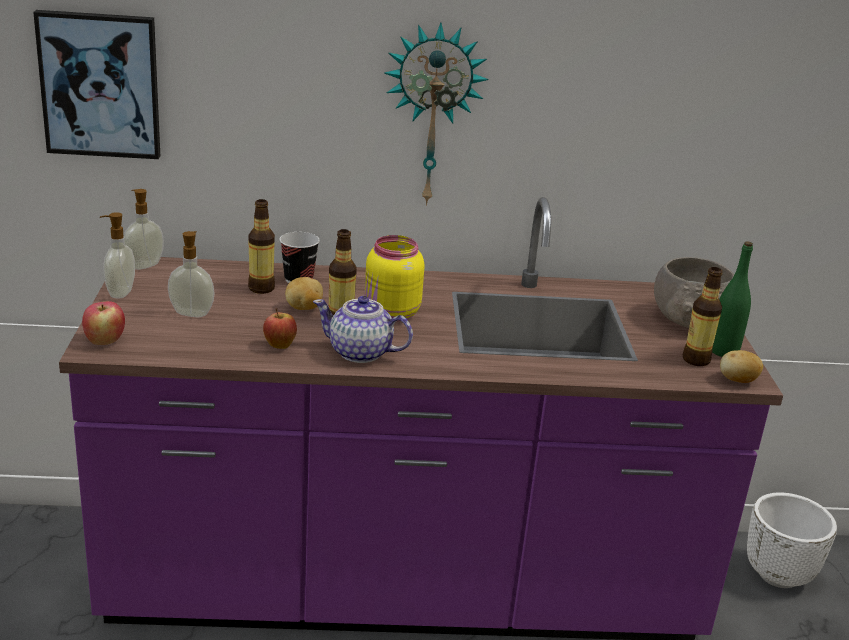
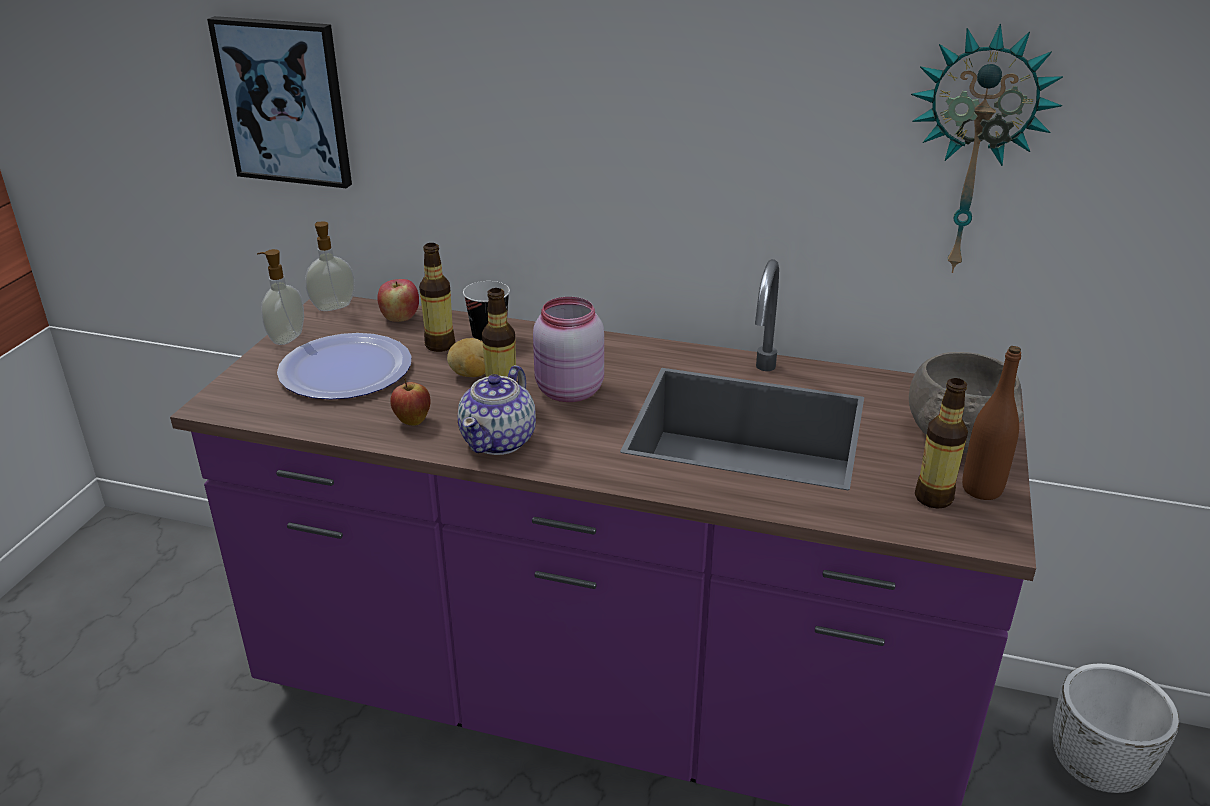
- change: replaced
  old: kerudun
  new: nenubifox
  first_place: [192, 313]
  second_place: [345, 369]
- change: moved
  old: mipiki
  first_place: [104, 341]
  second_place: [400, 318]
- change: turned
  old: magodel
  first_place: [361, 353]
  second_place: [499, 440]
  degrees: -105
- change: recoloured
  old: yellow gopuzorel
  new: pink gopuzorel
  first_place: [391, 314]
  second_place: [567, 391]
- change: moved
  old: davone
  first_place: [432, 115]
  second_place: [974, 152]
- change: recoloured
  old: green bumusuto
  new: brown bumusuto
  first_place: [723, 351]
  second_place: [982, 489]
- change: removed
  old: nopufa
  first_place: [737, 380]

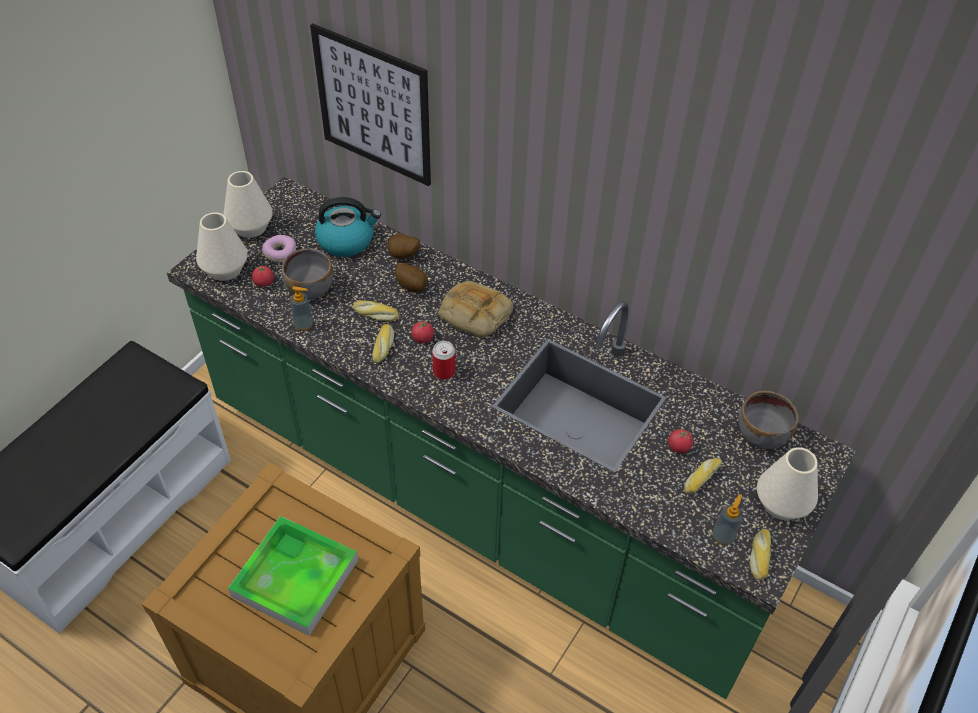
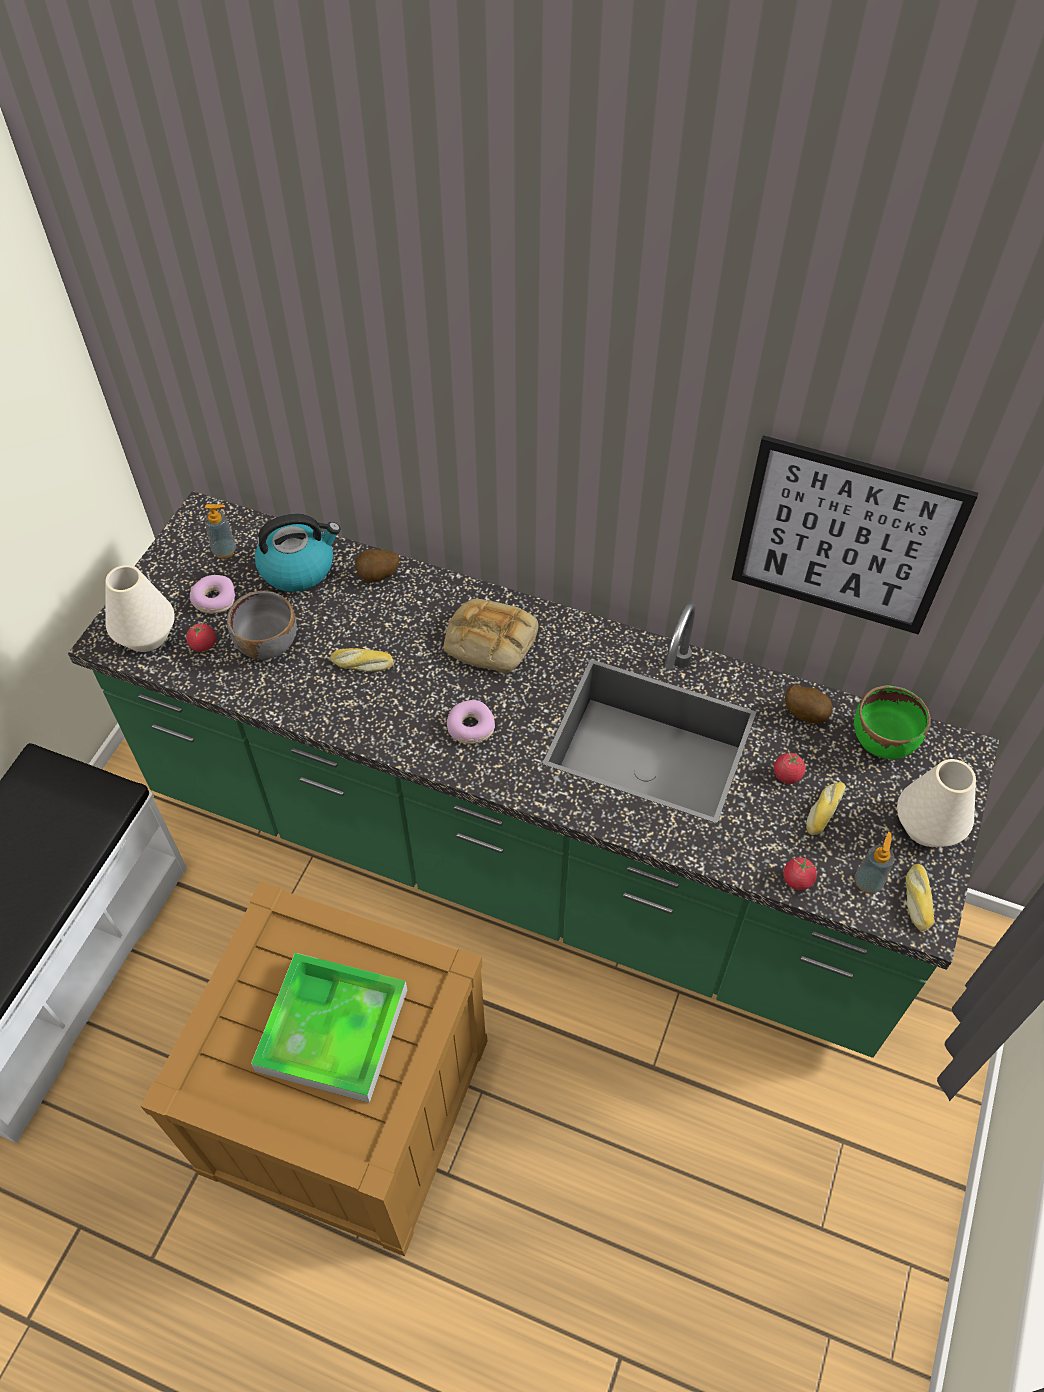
- change: moved
  old: kerudun
  first_place: [303, 325]
  second_place: [224, 551]
- change: replaced
  old: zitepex
  new: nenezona
  first_place: [444, 371]
  second_place: [470, 727]
- change: moved
  old: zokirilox
  first_place: [373, 106]
  second_place: [845, 537]
- change: moved
  old: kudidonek
  first_place: [422, 338]
  second_place: [797, 879]
- change: moved
  old: nopufa
  first_place: [412, 286]
  second_place: [805, 713]
- change: recoloured
  old: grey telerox
  new: green telerox
  first_place: [761, 435]
  second_place: [883, 741]
- change: removed
  old: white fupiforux
  first_place: [250, 227]
- change: removed
  old: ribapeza
  first_place: [384, 347]

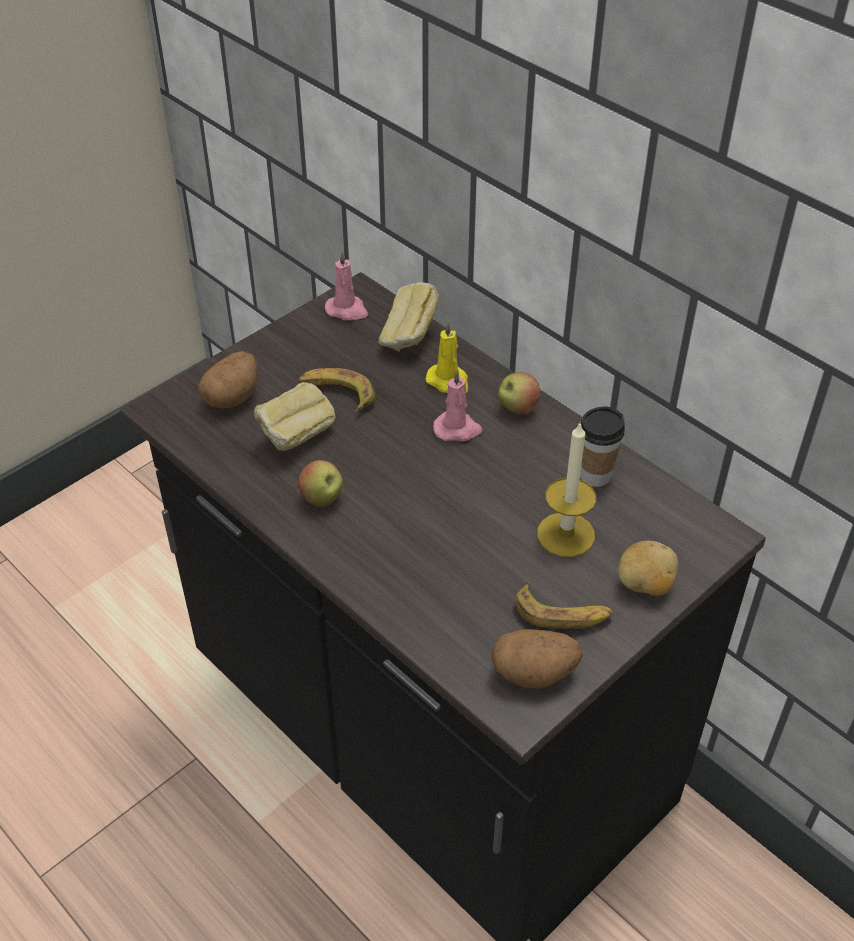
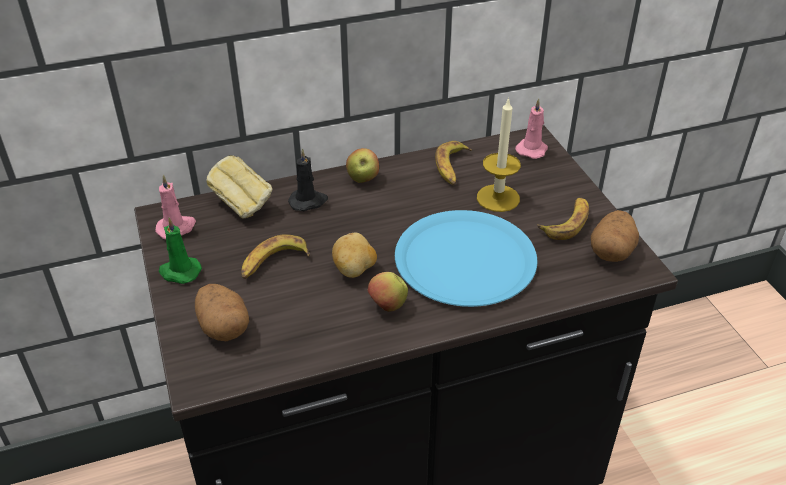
- change: added
  new: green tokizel
  second_place: [179, 272]
- change: recoloured
  old: yellow tokizel
  new: black tokizel
  first_place: [448, 381]
  second_place: [308, 201]
- change: moved
  old: nopufa
  first_place: [645, 585]
  second_place: [354, 270]
- change: added
  new: blue nenubifox
  second_place: [465, 260]
- change: replaced
  old: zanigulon
  new: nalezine
  first_place: [595, 475]
  second_place: [452, 168]
- change: moved
  old: pink tokizel
  first_place: [458, 429]
  second_place: [532, 149]
- change: removed
  old: ribapeza
  first_place: [296, 437]

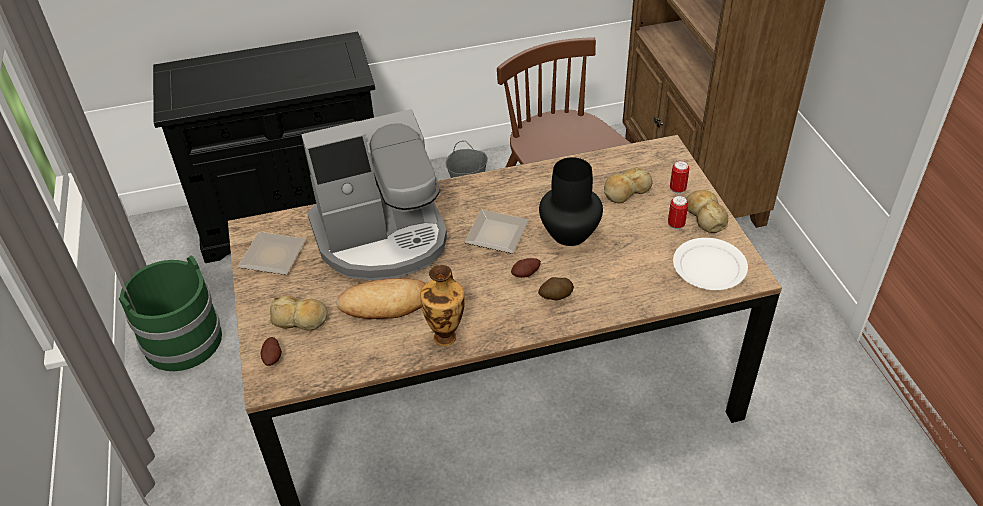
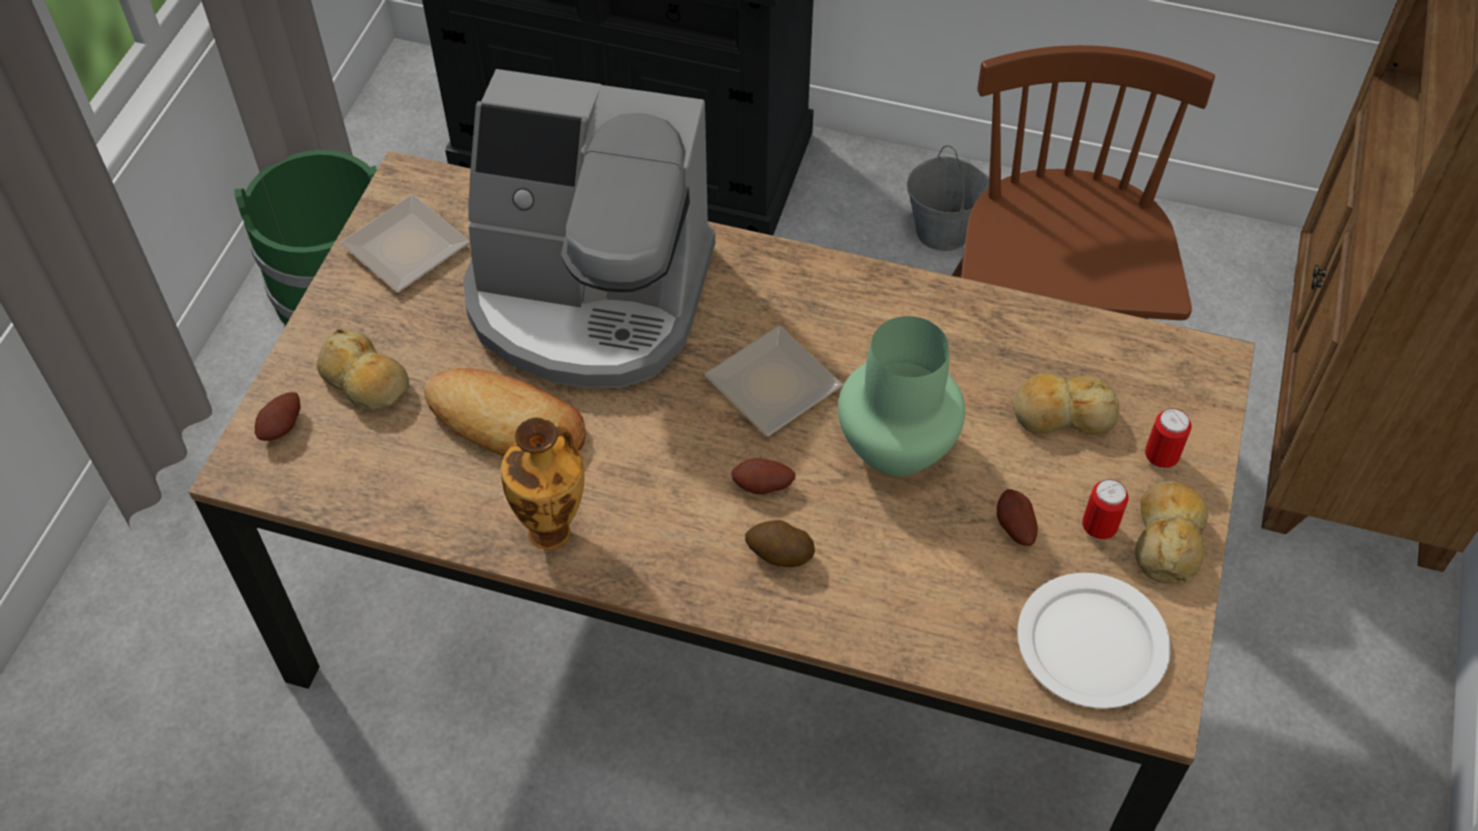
- change: recoloured
  old: black fupiforux
  new: green fupiforux
  first_place: [570, 233]
  second_place: [898, 447]
- change: added
  new: nopufa
  second_place: [1014, 527]

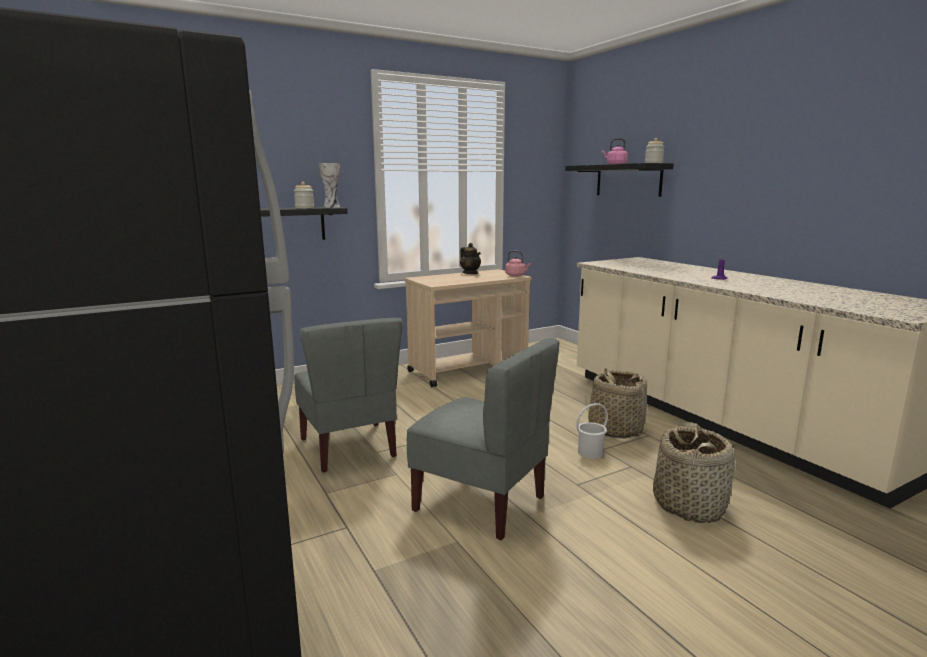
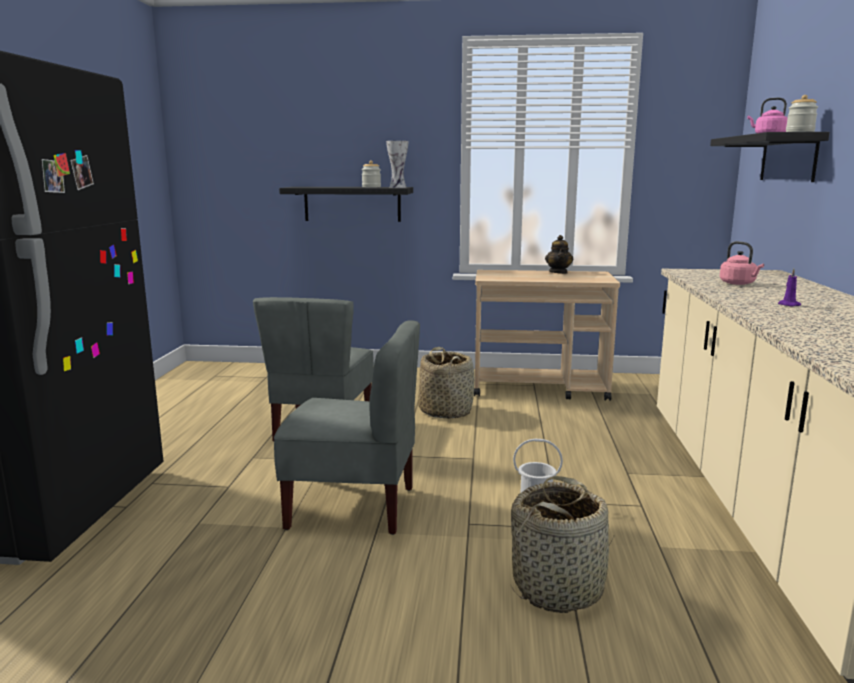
- change: turned
  old: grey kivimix
  first_place: [481, 503]
  second_place: [353, 507]
  degrees: -60
- change: moved
  old: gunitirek
  first_place: [615, 429]
  second_place: [445, 411]
- change: moved
  old: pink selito
  first_place: [516, 275]
  second_place: [739, 283]

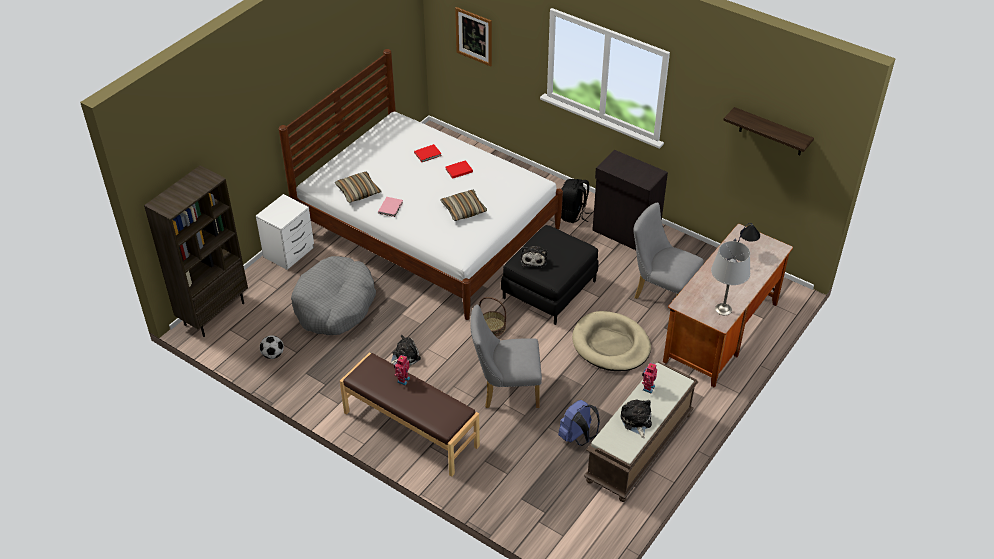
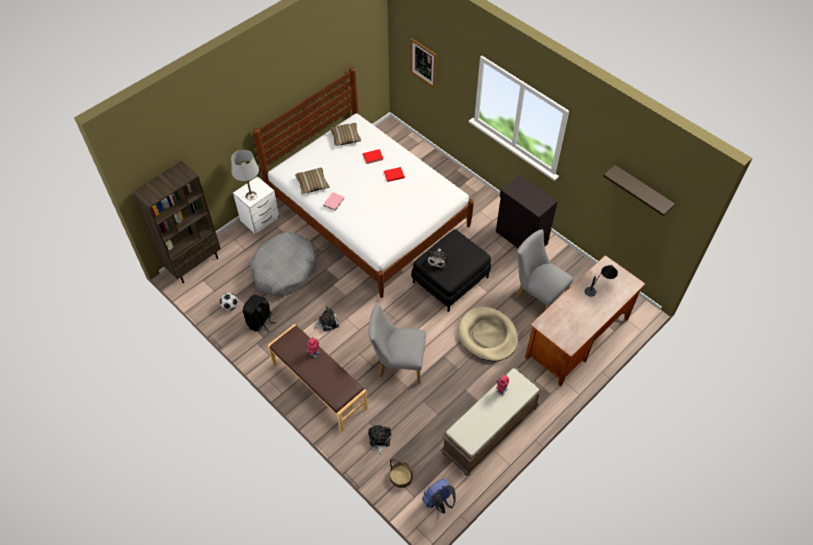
- change: moved
  old: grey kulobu
  first_place: [723, 309]
  second_place: [251, 196]
- change: moved
  old: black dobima
  first_place: [573, 215]
  second_place: [260, 322]
- change: moved
  old: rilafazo
  first_place: [463, 210]
  second_place: [345, 137]
- change: moved
  old: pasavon
  first_place: [636, 421]
  second_place: [379, 439]
- change: moved
  old: gunitirek
  first_place: [492, 327]
  second_place: [401, 476]
- change: moved
  old: blue dobima
  first_place: [577, 437]
  second_place: [439, 502]

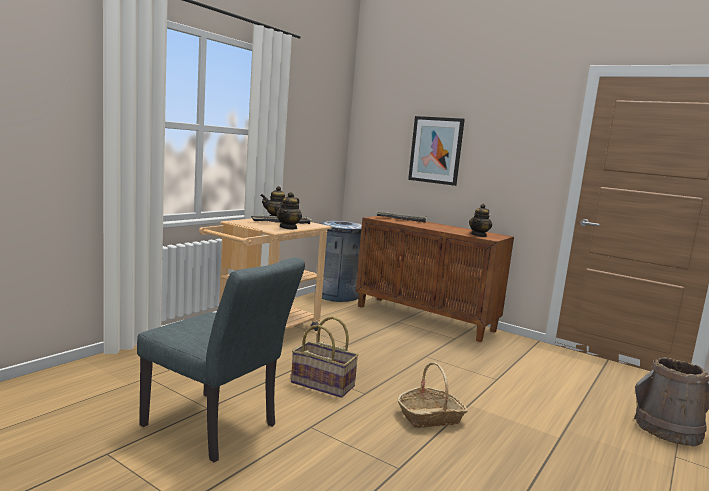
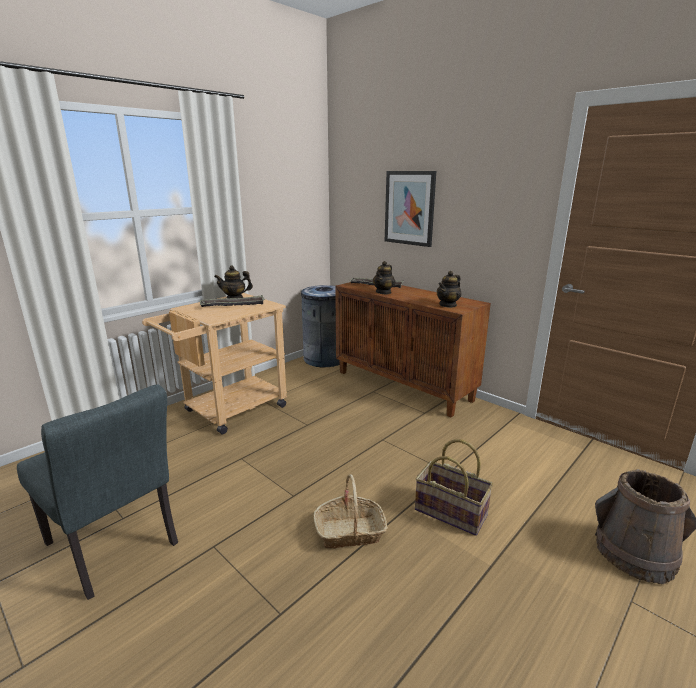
- change: moved
  old: magodel
  first_place: [288, 228]
  second_place: [383, 292]
- change: moved
  old: gunitirek
  first_place: [323, 384]
  second_place: [451, 512]

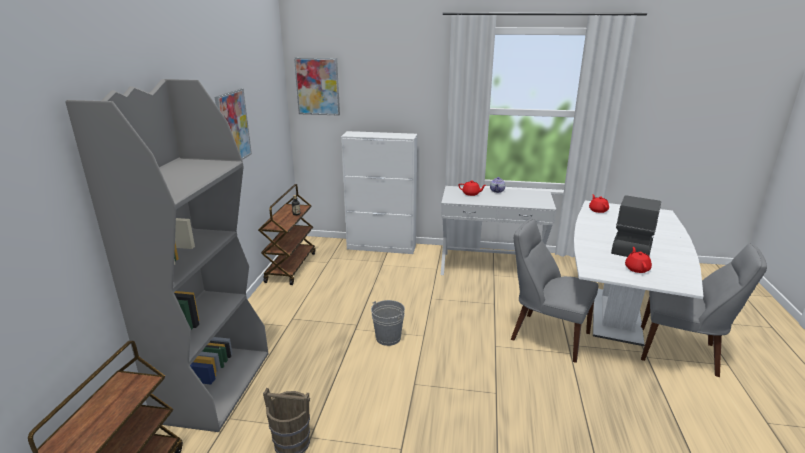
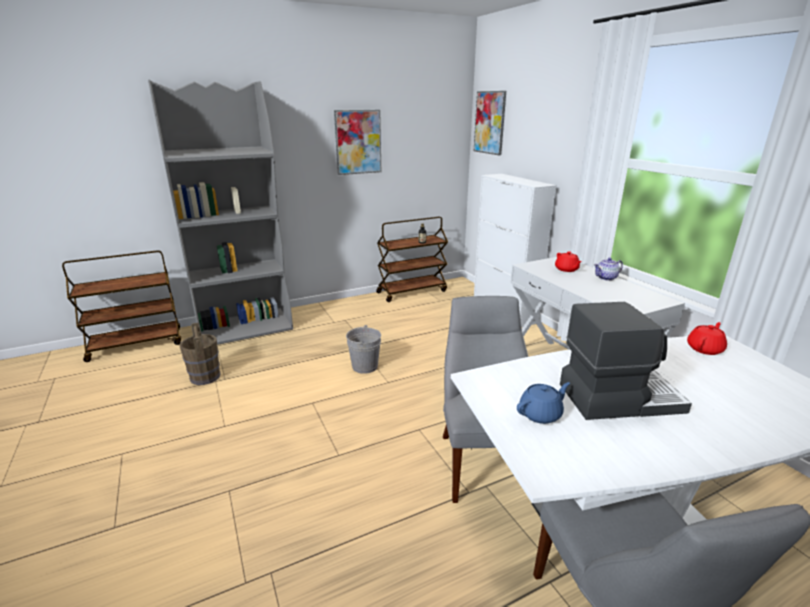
- change: recoloured
  old: red magodel
  new: blue magodel
  first_place: [637, 268]
  second_place: [541, 414]

